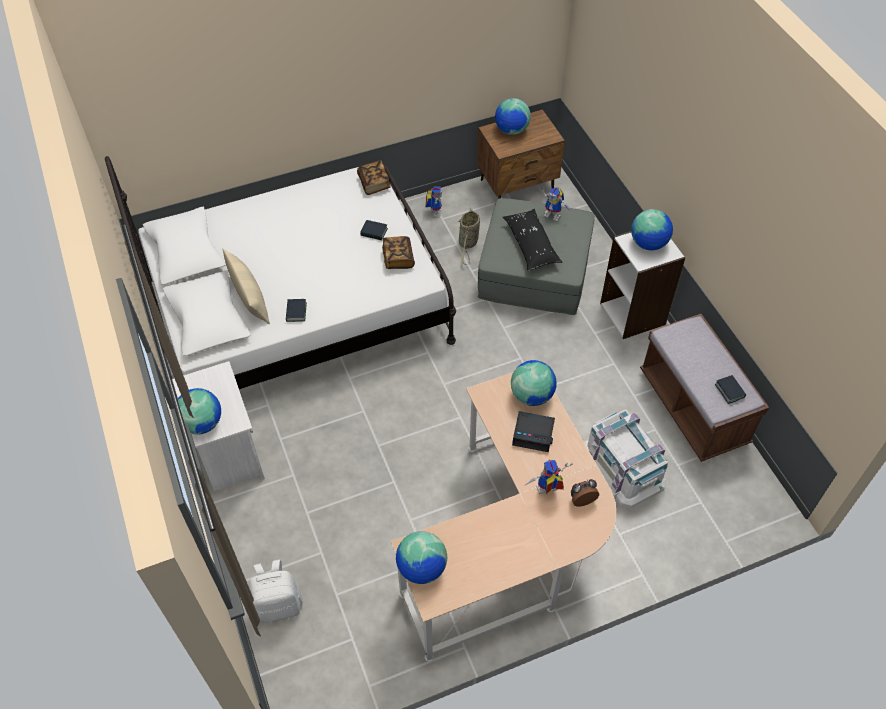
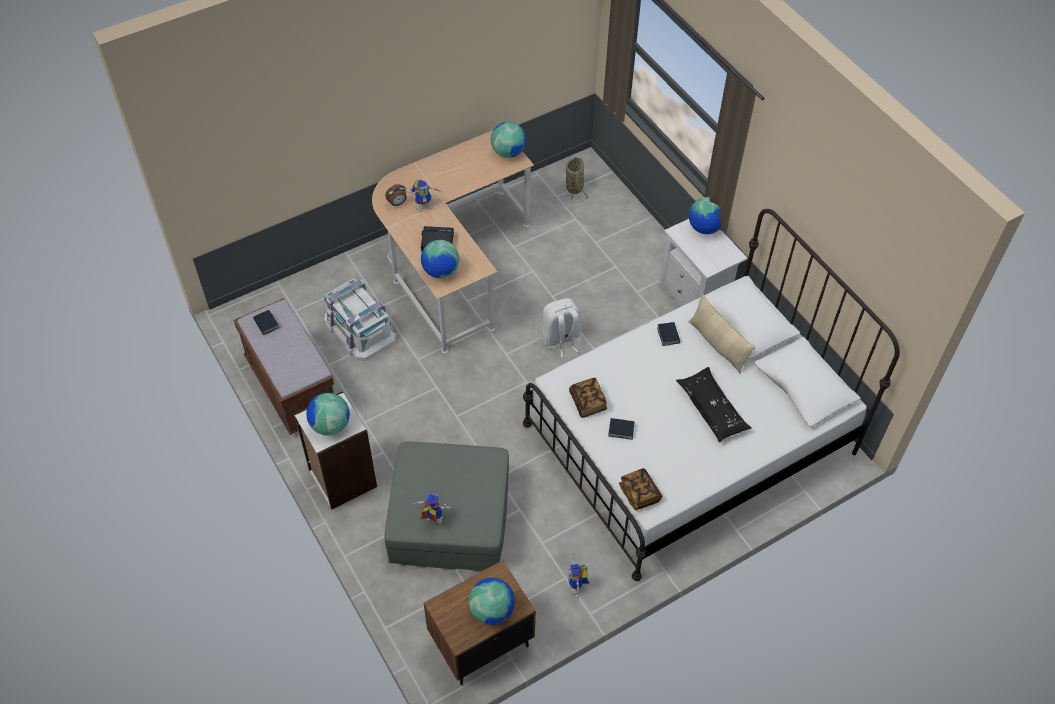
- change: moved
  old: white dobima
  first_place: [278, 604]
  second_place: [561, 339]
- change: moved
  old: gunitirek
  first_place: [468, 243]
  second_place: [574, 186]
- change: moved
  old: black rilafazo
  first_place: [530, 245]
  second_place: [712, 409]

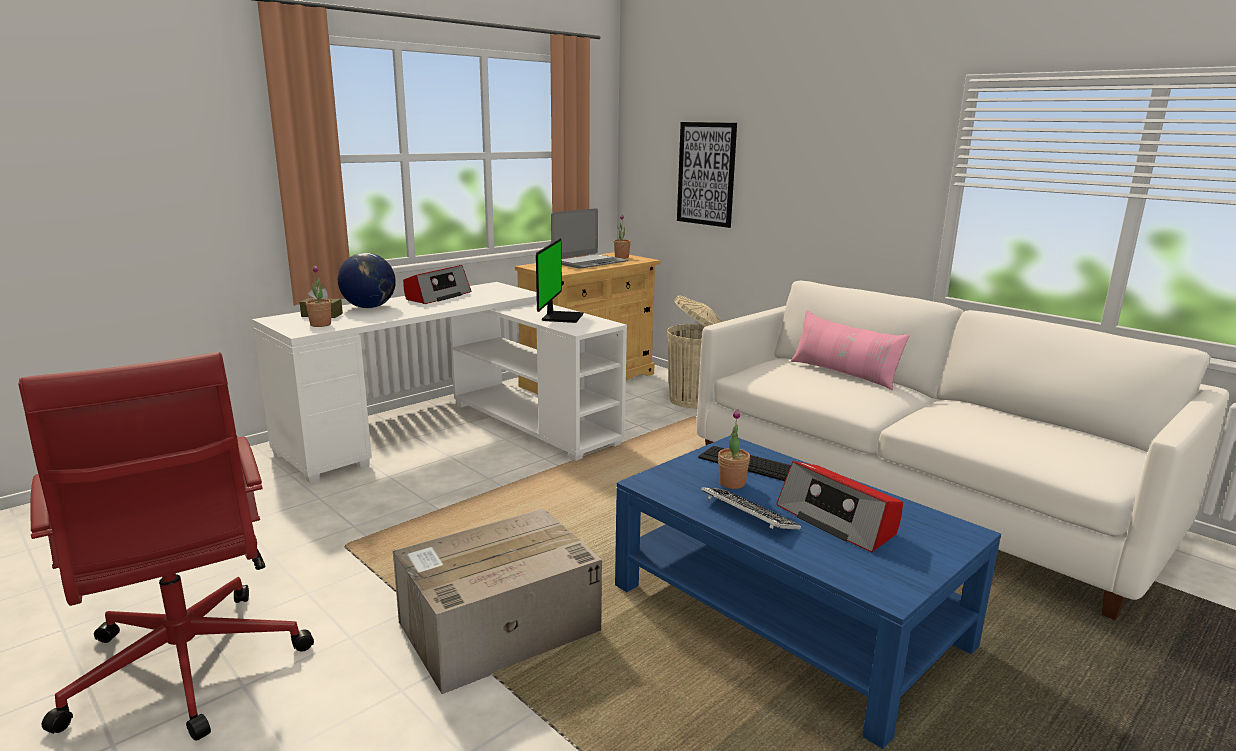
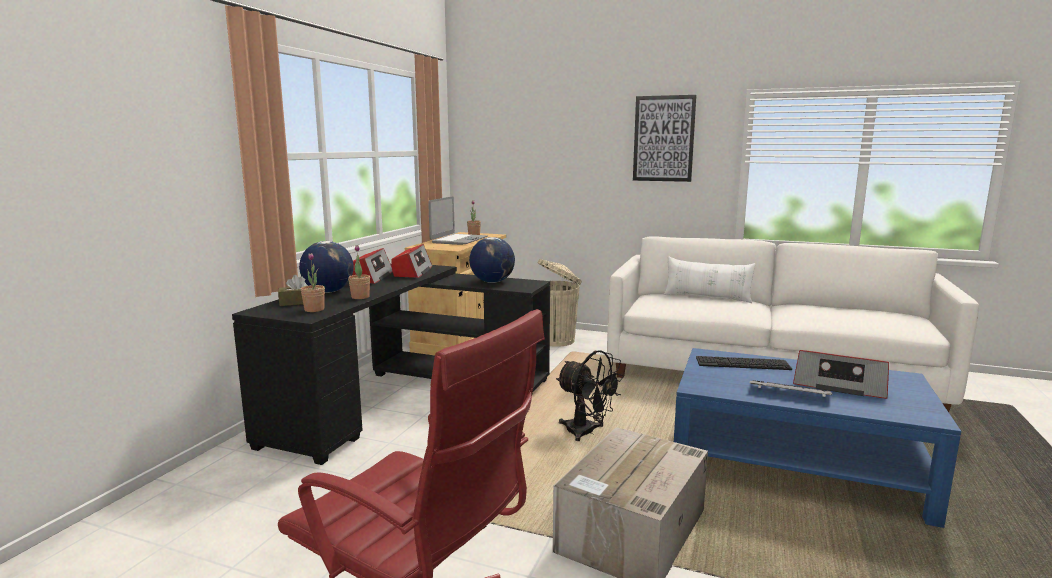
- change: recoloured
  old: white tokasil
  new: black tokasil
  first_place: [457, 433]
  second_place: [404, 396]
- change: moved
  old: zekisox
  first_place: [732, 483]
  second_place: [360, 297]
- change: added
  new: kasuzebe
  second_place: [412, 272]
- change: replaced
  old: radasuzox
  new: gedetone
  first_place: [560, 317]
  second_place: [492, 282]
- change: added
  new: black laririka
  second_place: [586, 433]
- change: moved
  old: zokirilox
  first_place: [706, 174]
  second_place: [663, 138]
- change: recoloured
  old: pink rilafazo
  new: white rilafazo
  first_place: [843, 374]
  second_place: [707, 298]

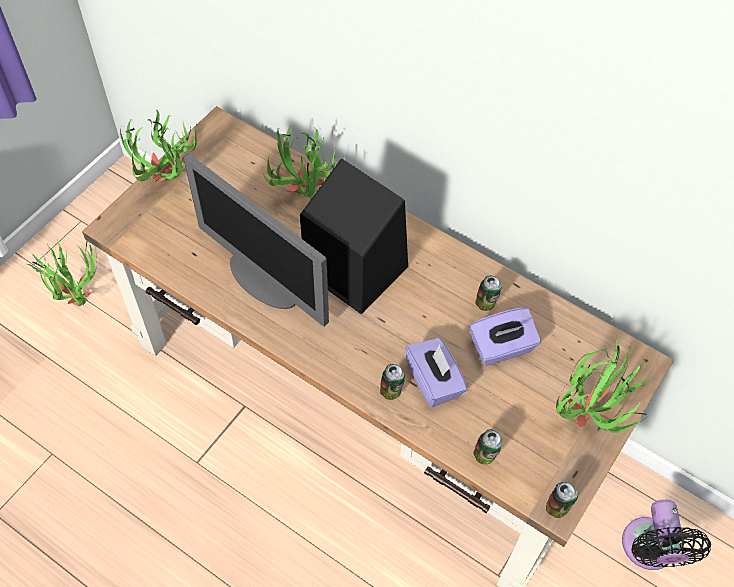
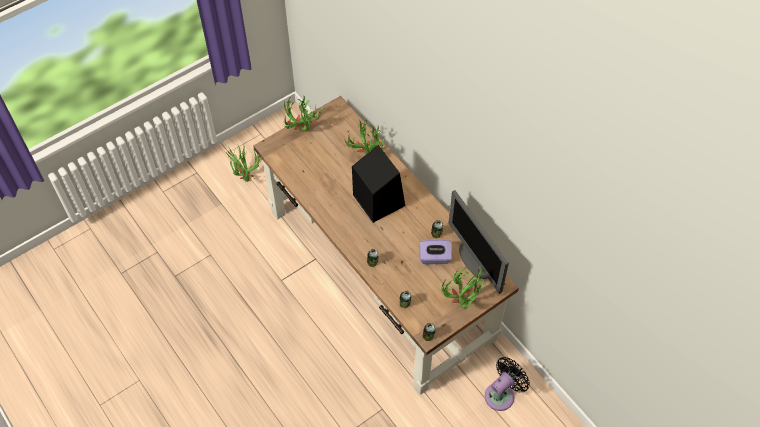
- change: moved
  old: radasuzox
  first_place: [264, 281]
  second_place: [474, 261]
- change: turned
  old: black laririka
  first_place: [649, 550]
  second_place: [502, 394]
  degrees: -150
- change: removed
  old: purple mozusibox
  first_place: [434, 381]

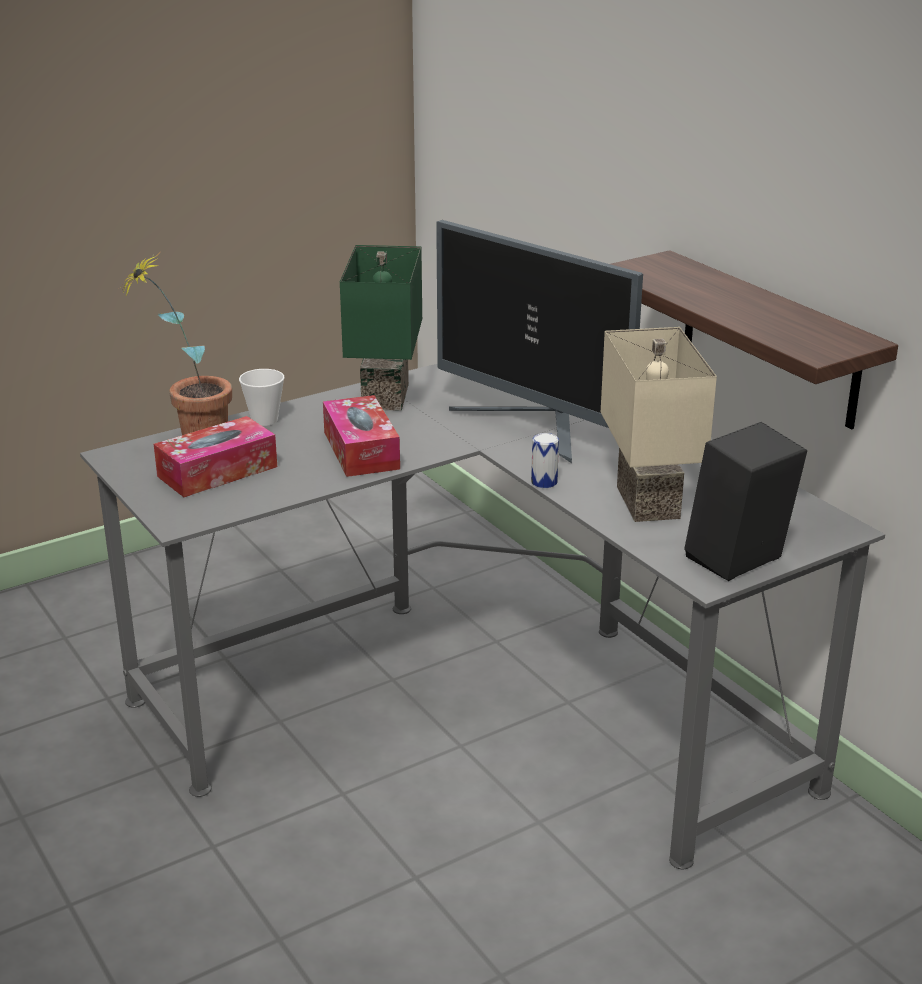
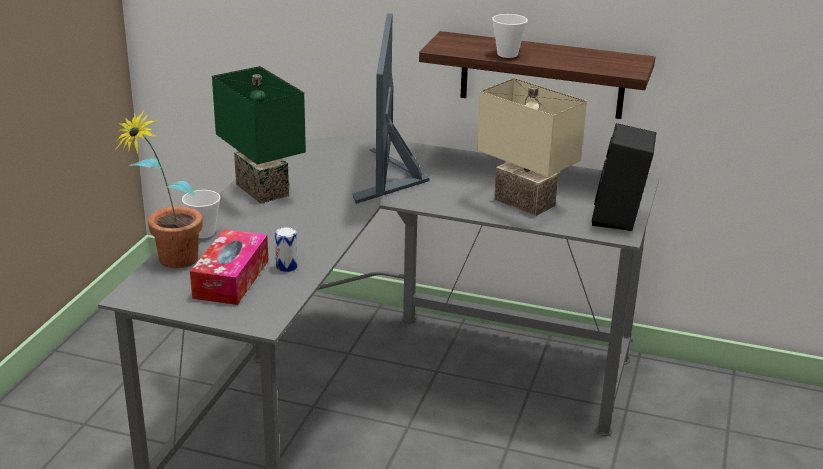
- change: moved
  old: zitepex
  first_place: [544, 482]
  second_place: [286, 267]
- change: turned
  old: radasuzox
  first_place: [535, 427]
  second_place: [390, 179]
  degrees: 90
- change: added
  new: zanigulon
  second_place: [507, 54]
- change: removed
  old: mozusibox
  first_place: [361, 450]

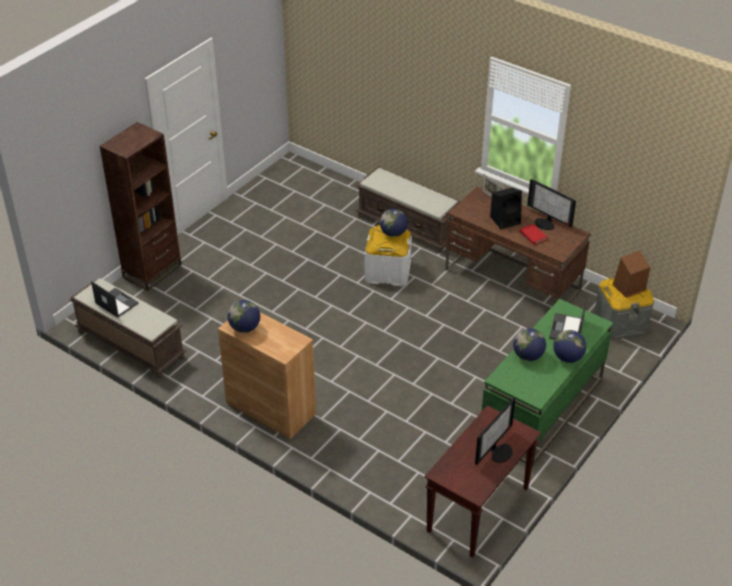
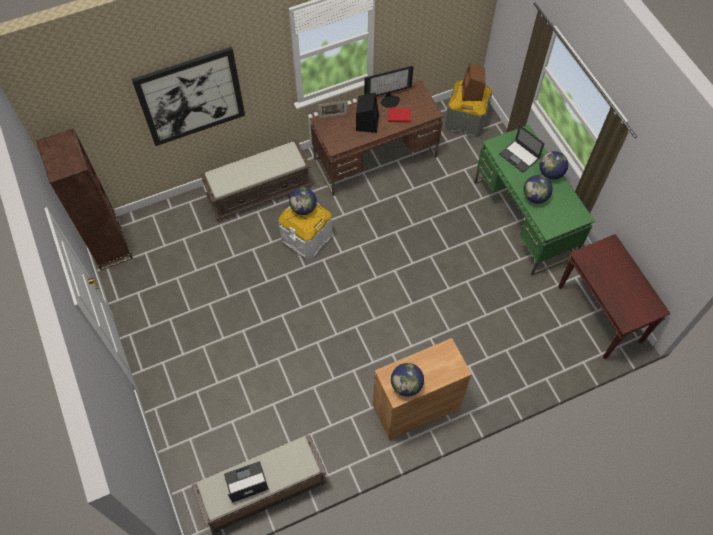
- change: moved
  old: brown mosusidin
  first_place: [152, 271]
  second_place: [110, 245]
- change: added
  new: zokirilox
  second_place: [191, 97]
- change: removed
  old: radasuzox
  first_place: [499, 451]

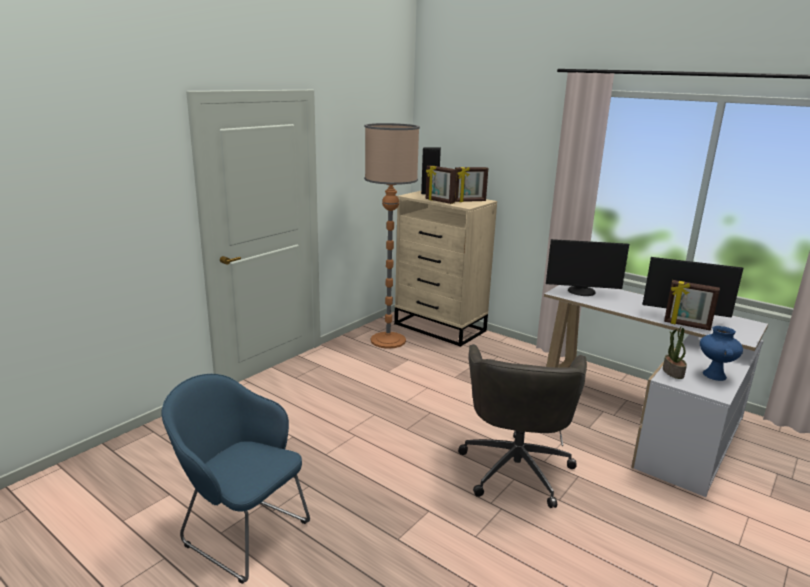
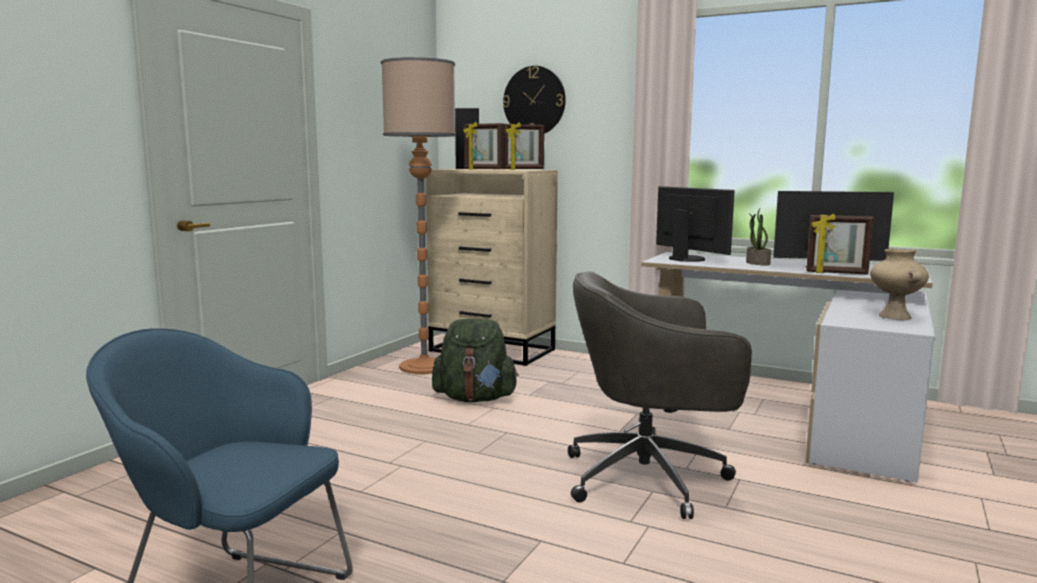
- change: added
  new: green dobima
  second_place: [475, 399]
- change: added
  new: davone
  second_place: [534, 101]
- change: turned
  old: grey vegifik
  first_place: [516, 467]
  second_place: [650, 478]
  degrees: 90
- change: turned
  old: radasuzox
  first_place: [581, 292]
  second_place: [688, 259]
  degrees: -120
- change: moved
  old: zekisox
  first_place: [672, 372]
  second_place: [757, 263]
- change: recoloured
  old: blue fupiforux
  new: beige fupiforux
  first_place: [713, 375]
  second_place: [893, 316]

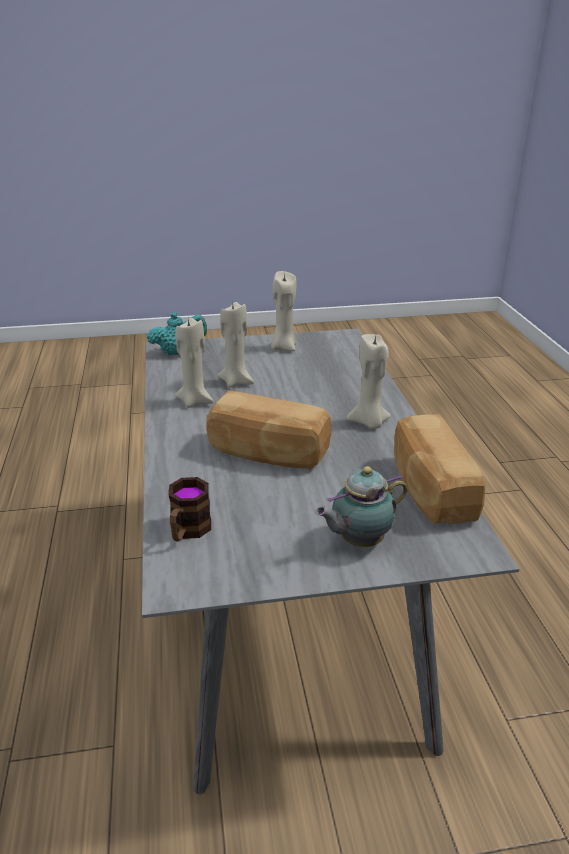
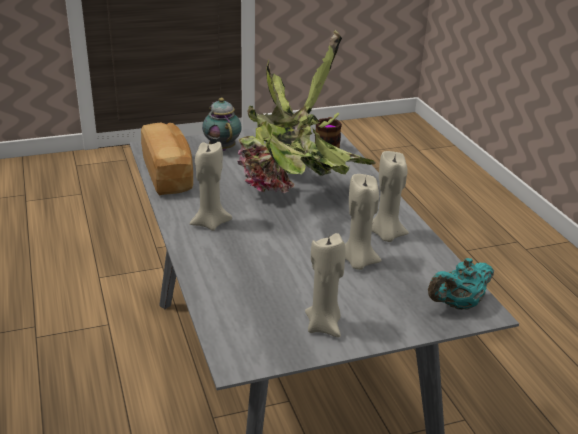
- change: turned
  old: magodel
  first_place: [358, 541]
  second_place: [222, 148]
  degrees: -75
- change: replaced
  old: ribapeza
  new: zekisox
  first_place: [267, 453]
  second_place: [295, 192]

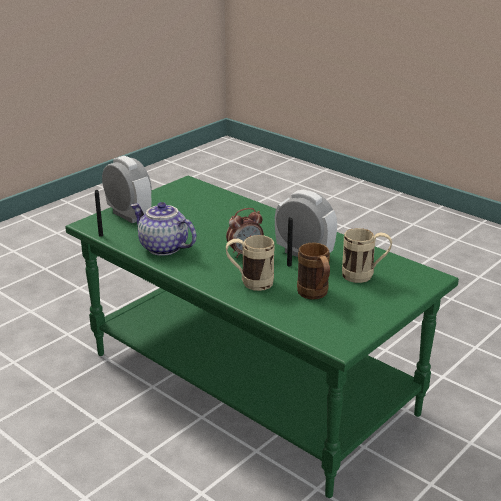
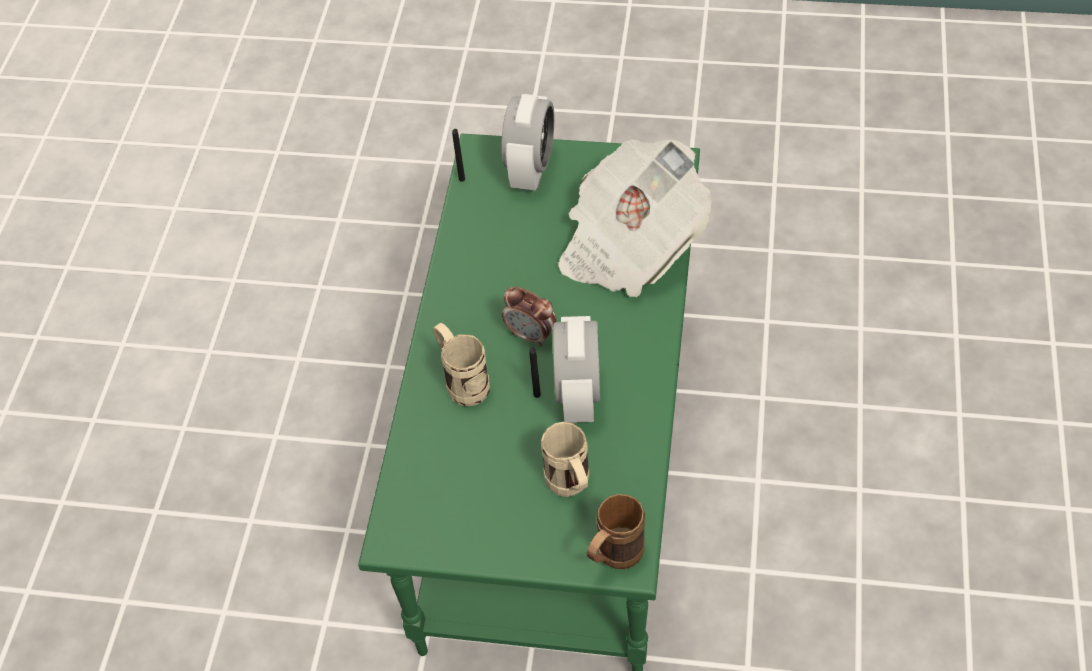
- change: added
  new: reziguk
  second_place: [630, 245]
- change: moved
  old: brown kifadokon
  first_place: [315, 295]
  second_place: [613, 558]
- change: removed
  old: magodel
  first_place: [162, 248]

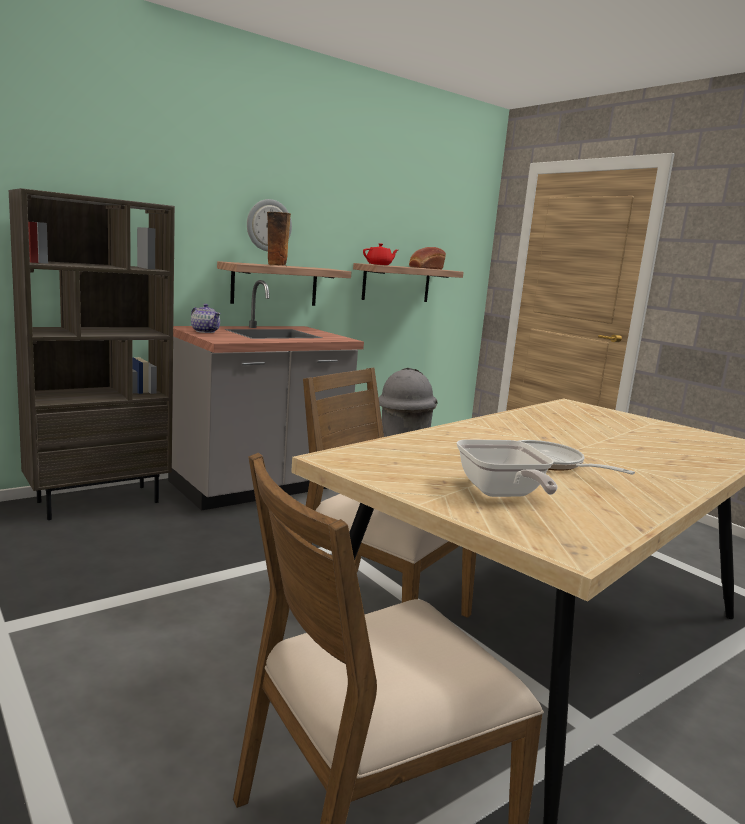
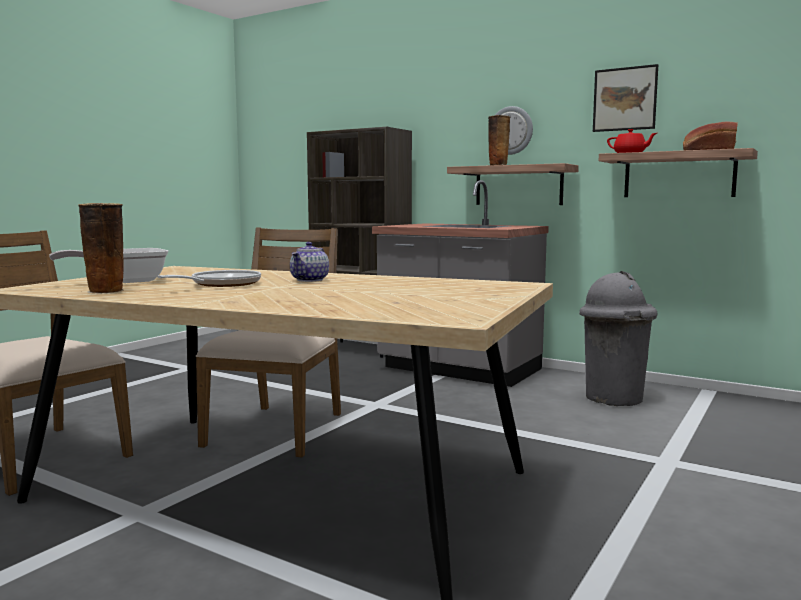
- change: added
  new: fupiforux
  second_place: [106, 291]
- change: moved
  old: magodel
  first_place: [205, 331]
  second_place: [310, 280]
- change: added
  new: zokirilox
  second_place: [624, 99]

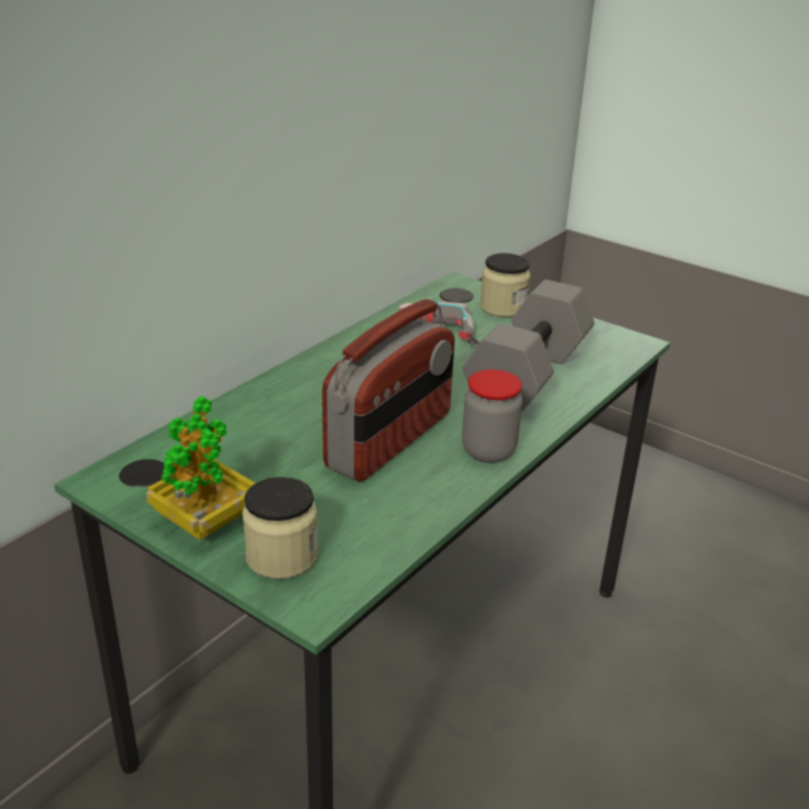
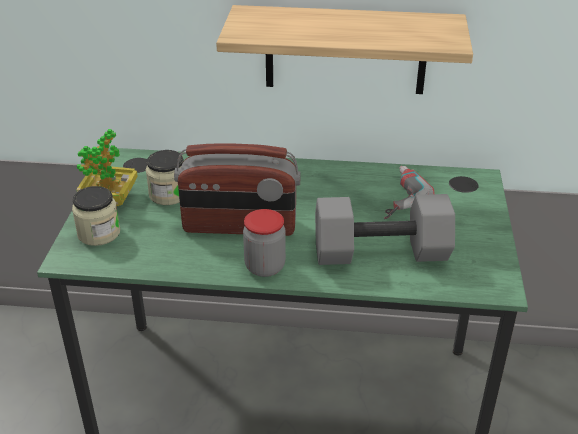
- change: moved
  old: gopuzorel
  first_place: [503, 307]
  second_place: [168, 194]
- change: added
  new: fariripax
  second_place: [345, 50]

